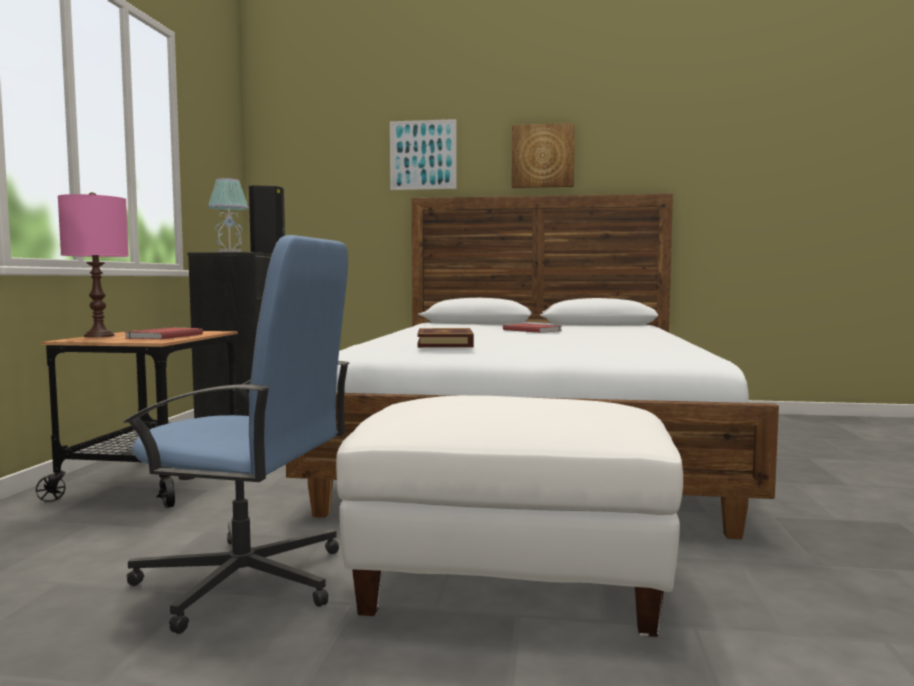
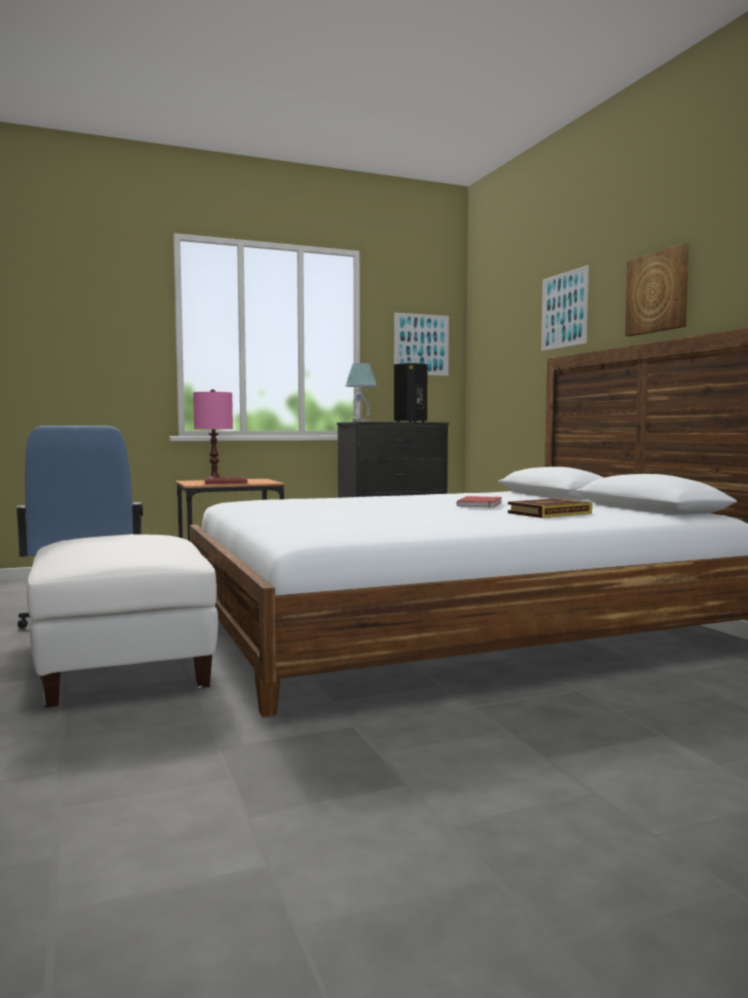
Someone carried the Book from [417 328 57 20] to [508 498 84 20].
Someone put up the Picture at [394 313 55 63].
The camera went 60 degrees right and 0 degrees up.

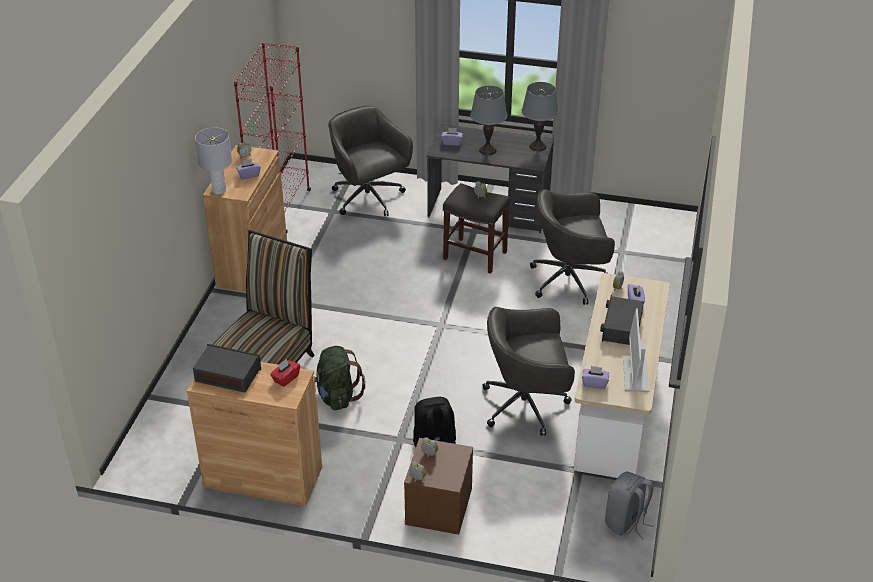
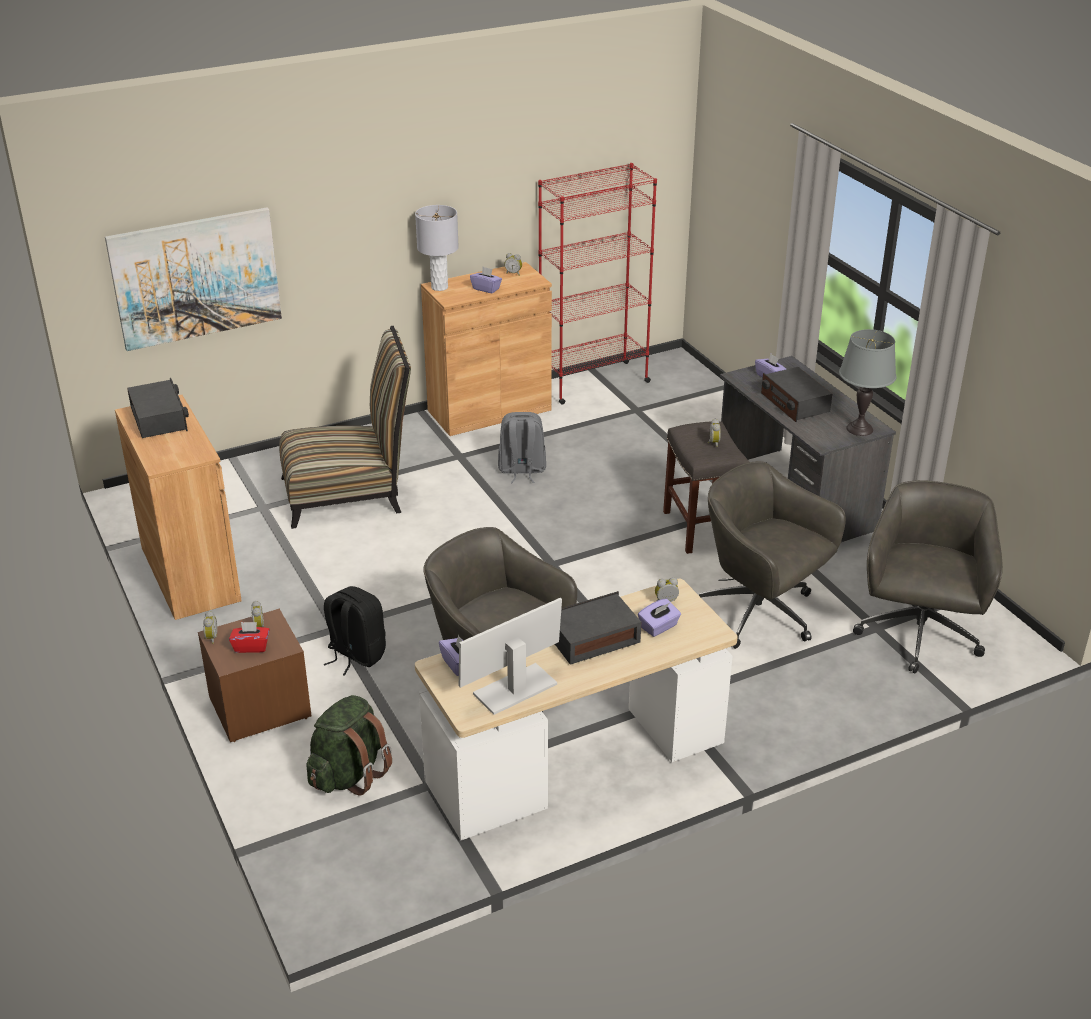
Someone swapped the GreyTableLamp at [470 86 37 69] for the Radio at [761 367 71 55].
Someone carried the GreyOfficeChair from [328 106 85 110] to [853 480 150 194].
Someone carried the GreenBackpack from [315 346 50 64] to [306 695 86 101].
Someone carried the RedTissueBox from [270 359 30 28] to [229 622 41 31].
Someone carried the GreyBackpack from [605 472 49 68] to [498 412 48 71].
Someone put up the Picture at [105 207 177 144].
The camera went 50 degrees right and 5 degrees down.

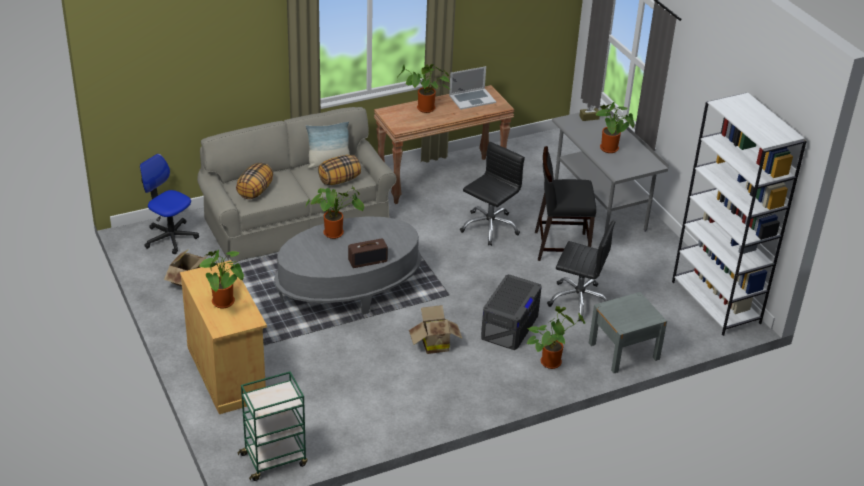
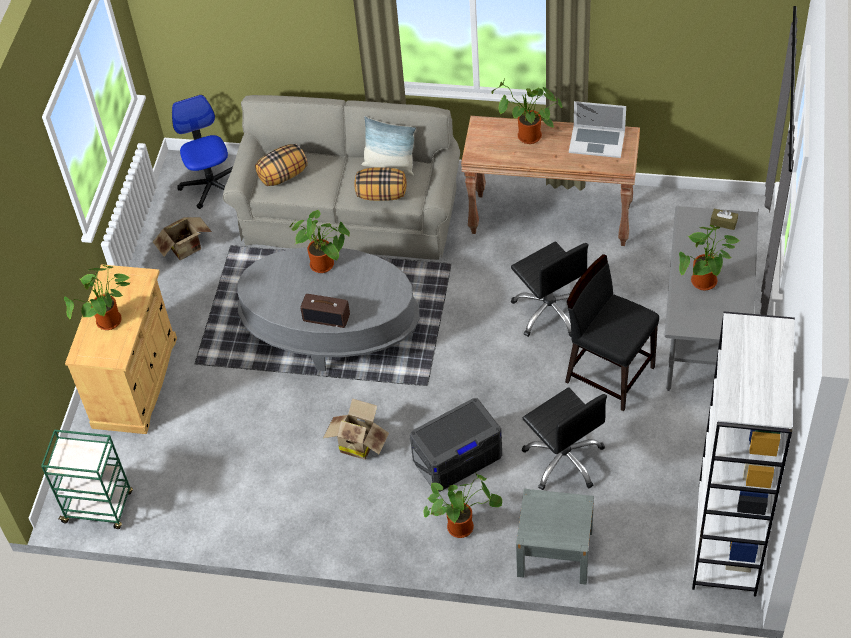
Someone rotated the BlackOfficeChair at [460 142 65 104] by 75 degrees clockwise.
The camera went 40 degrees right and 15 degrees up.

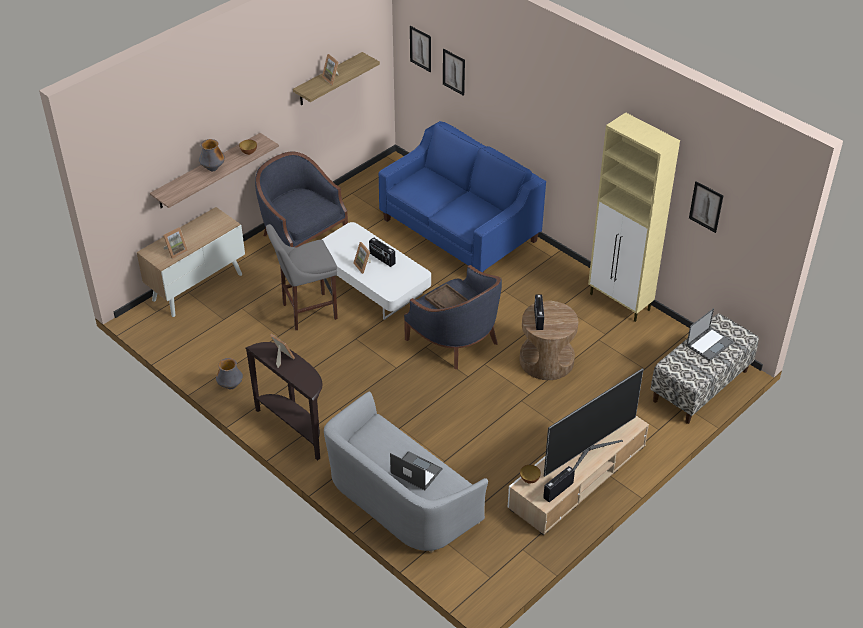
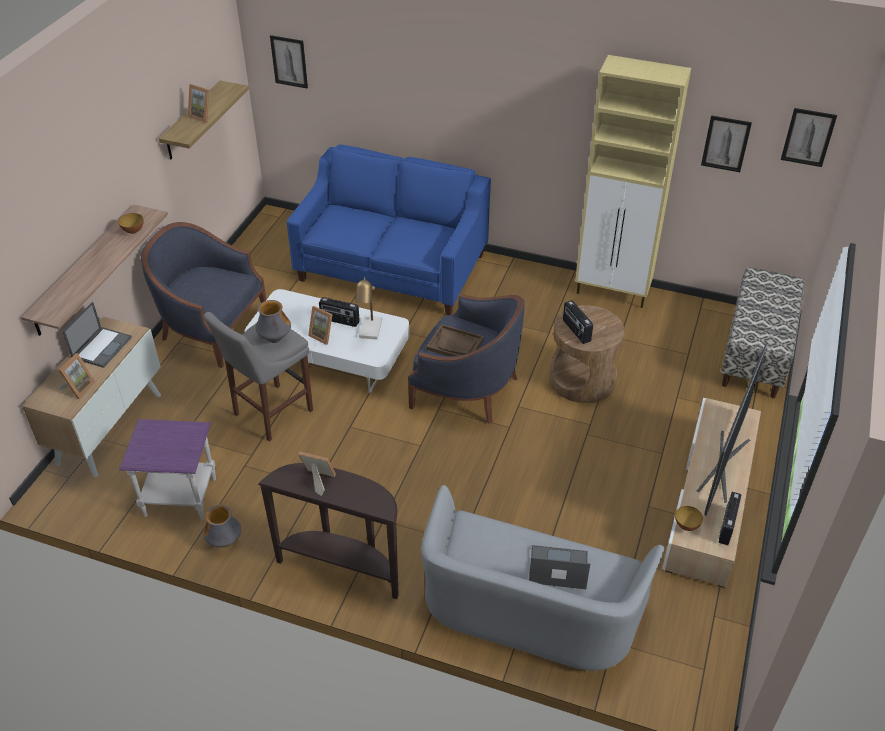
Someone carried the Picture from [443 49 22 47] to [781 108 56 59].
Someone carried the Vase from [199 139 26 32] to [255 300 36 43].
Someone carried the Laptop from [686 308 47 53] to [63 302 69 66].
Someone put down the TableLamp at [355 277 27 62].
Someone put down the PurpleSideTable at [119 419 97 101].
The camera went 25 degrees left and 0 degrees up.

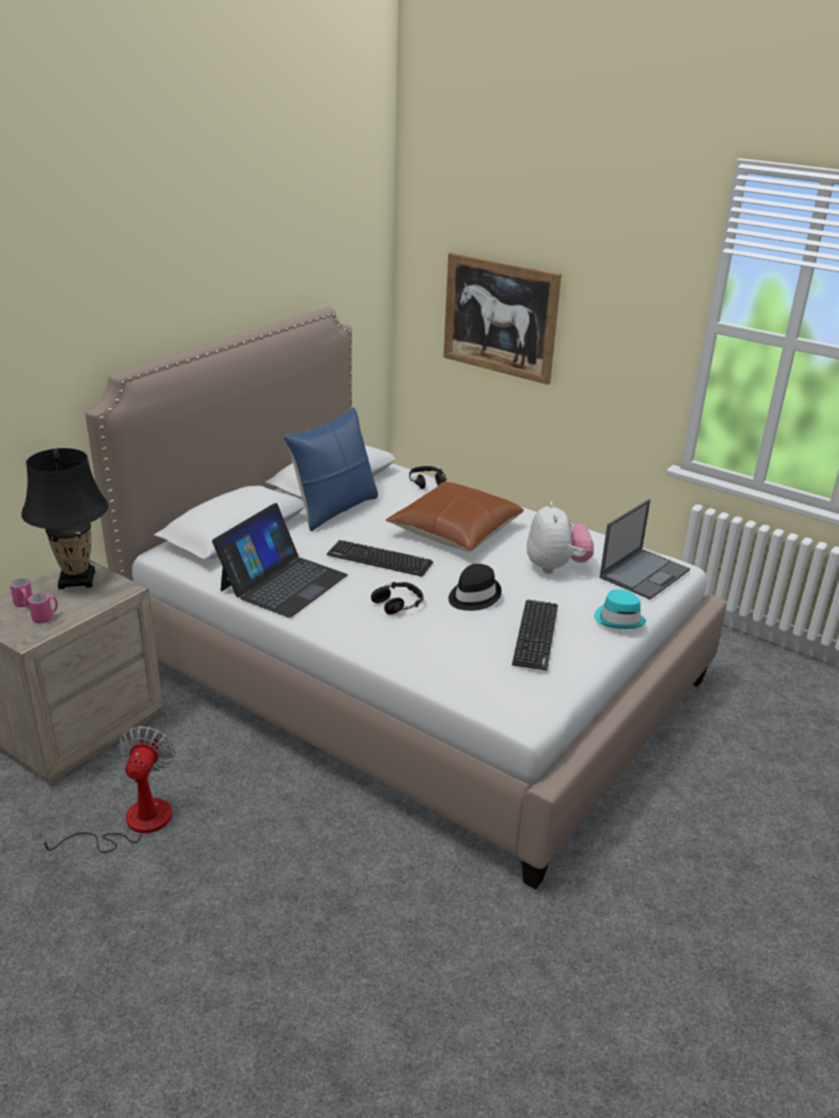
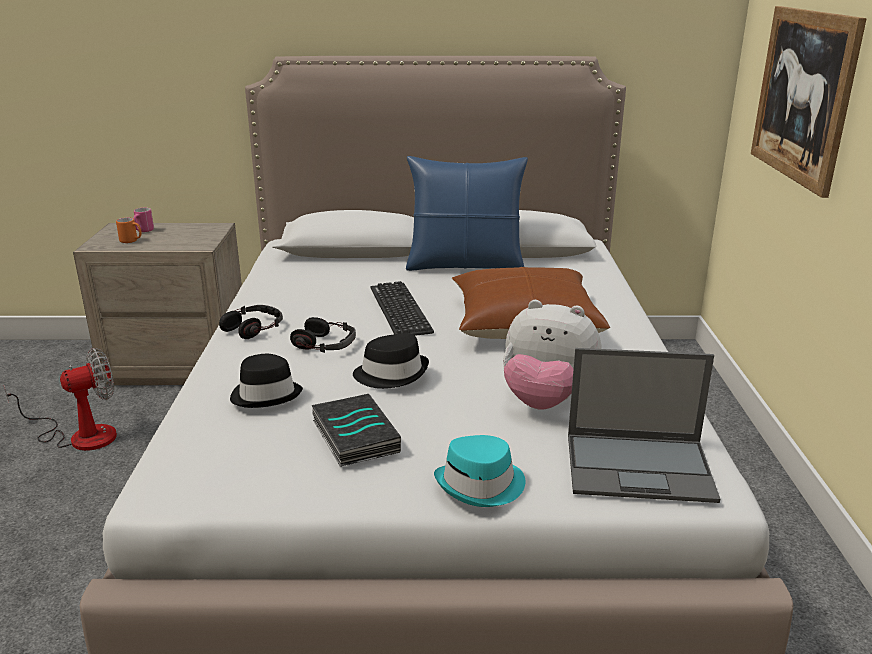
Someone took away the BlackTableLamp at [21 448 87 141].
Someone carried the Headphones from [409 466 38 23] to [219 305 64 34].
Someone rotated the PlushToy at [527 502 67 72] by 60 degrees clockwise.
Someone took away the Laptop at [212 503 136 115].
Someone repainted the PinkMug at [28 593 30 30], which became the OrangeMug at [116 218 26 25].
Someone swapped the Keyboard at [512 600 46 70] for the Book at [311 394 90 73].
Someone put down the BlackHat at [230 354 73 54].
The camera went 55 degrees right and 5 degrees down.

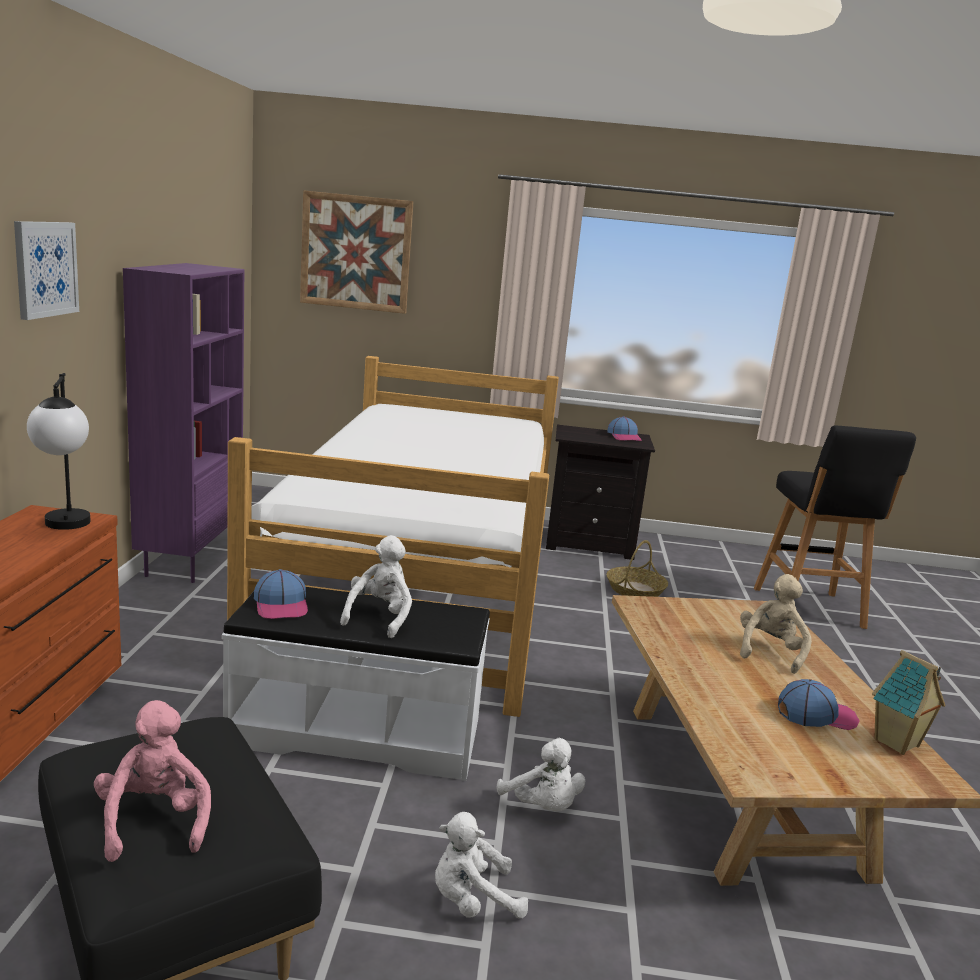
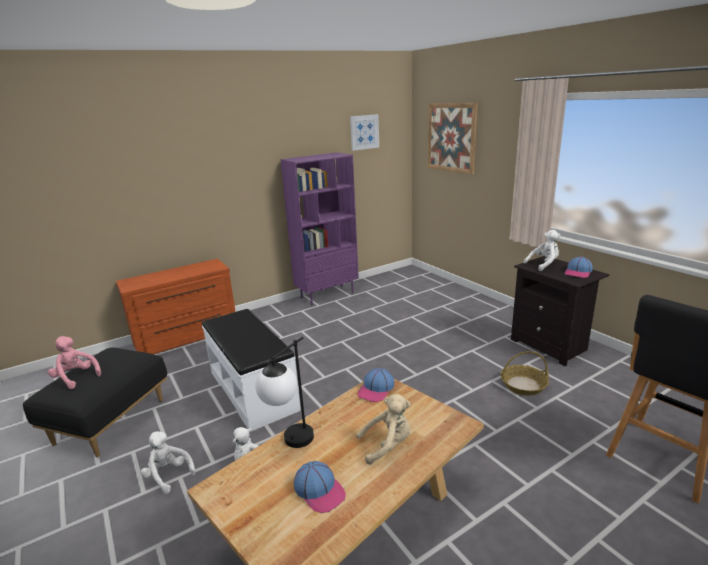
Someone carried the Picture from [14 221 65 99] to [350 114 29 37].
Someone took away the Bed at [227 356 332 361].
Someone carried the TableLamp from [27 373 64 157] to [255 337 59 111].
Someone carried the WhitePlushToy from [340 535 72 103] to [523 230 38 41].
Someone carried the Cap from [254 569 54 50] to [357 368 37 34].
Someone took away the ToyHouse at [872 650 73 105].
Someone rotated the PinkPlushToy at [94 700 117 162] by 90 degrees counterclockwise.
The camera went 55 degrees right and 5 degrees up.

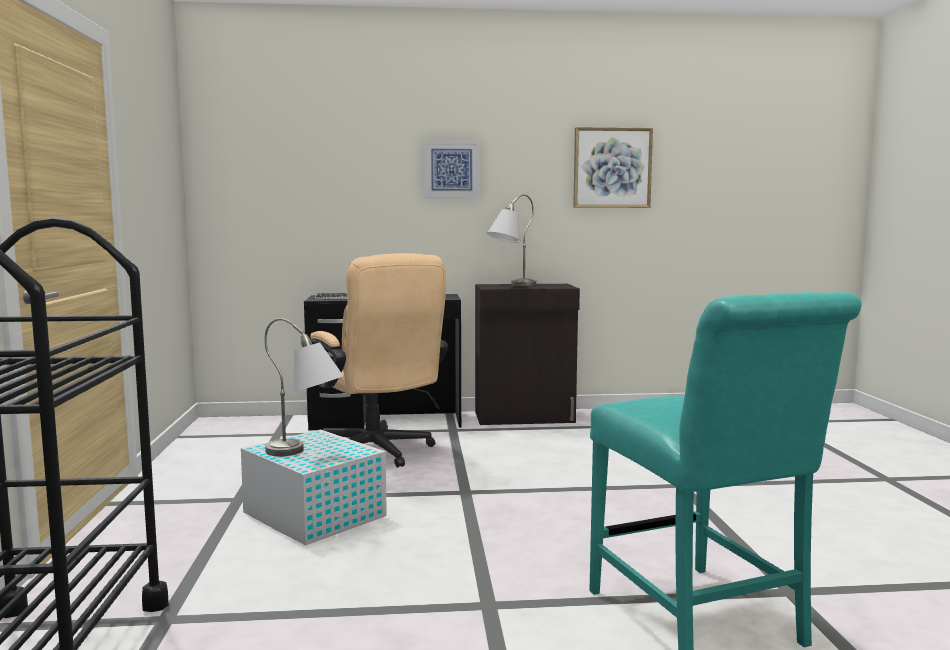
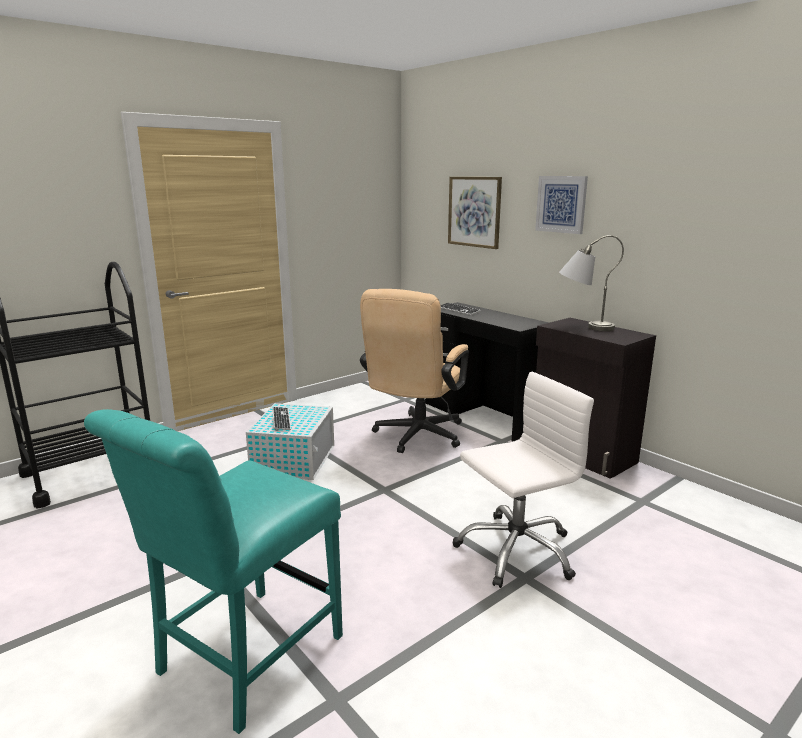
Someone carried the Picture from [573 127 80 81] to [448 177 54 72].
Someone swapped the GreyTableLamp at [265 318 78 138] for the Keyboard at [272 407 19 24].
Someone put down the WhiteOfficeChair at [453 372 141 216].
The camera went 55 degrees right and 10 degrees up.

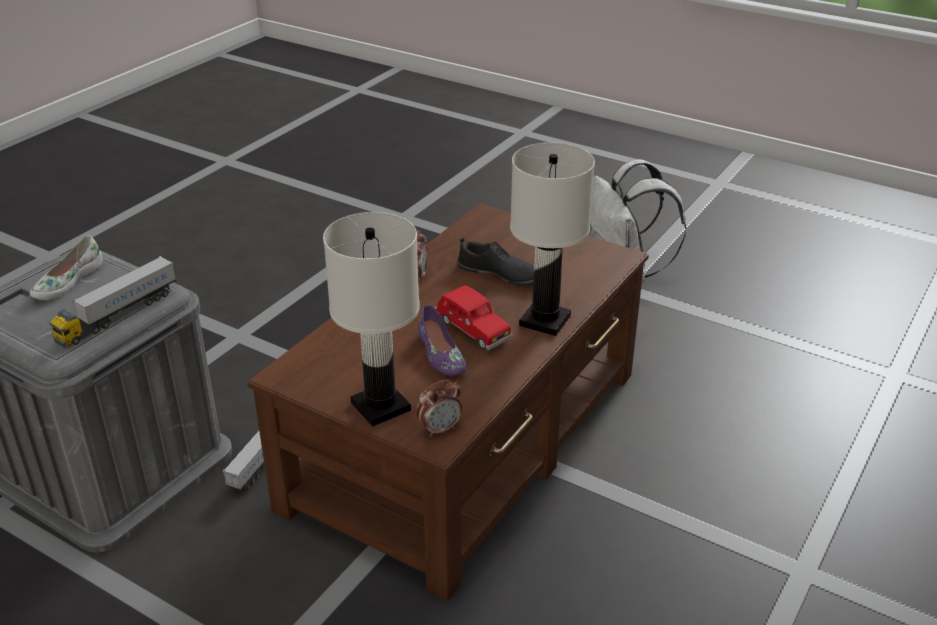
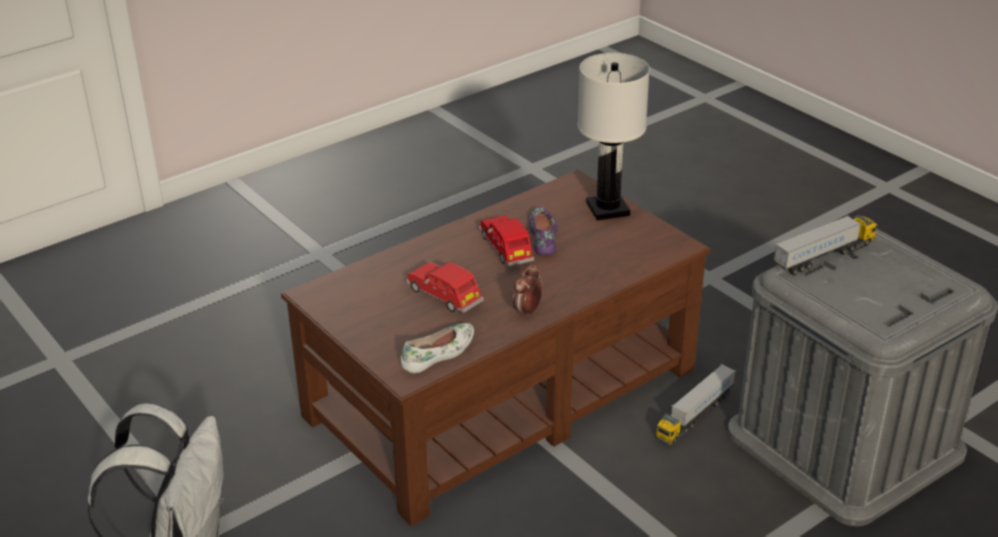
Someone took away the WhiteTableLamp at [510 142 85 194].
Someone carried the WhiteShoe from [30 235 73 65] to [401 323 73 51].
Someone swapped the BlackShoe at [457 236 77 50] for the RedToyCar at [406 262 78 51].
Someone took away the AlarmClock at [416 379 46 58].
The camera went 160 degrees left and 0 degrees up.

